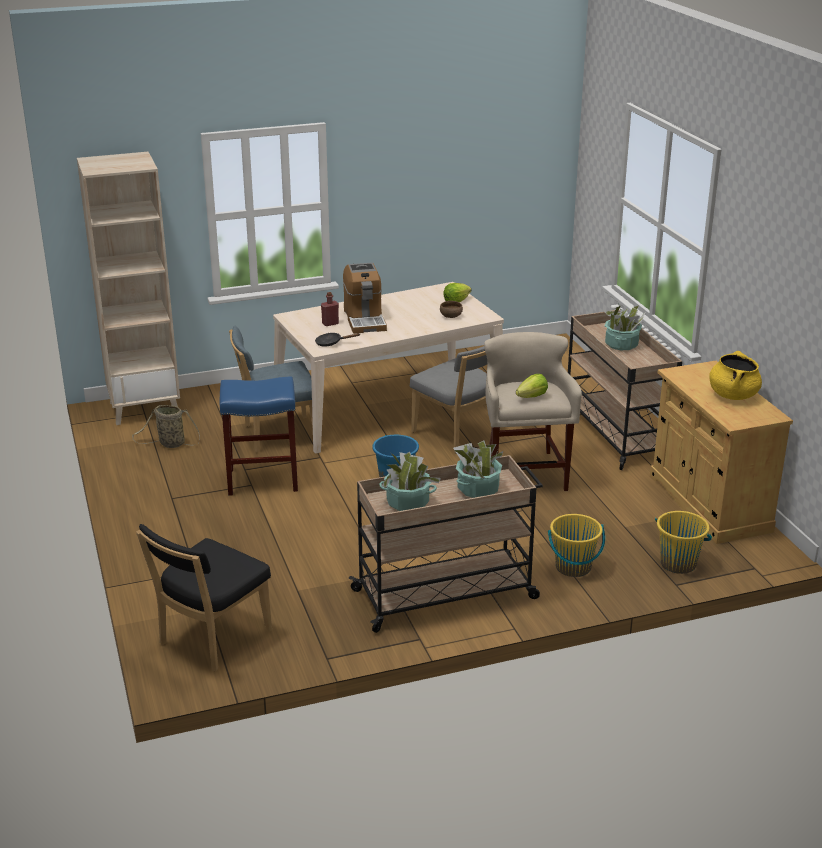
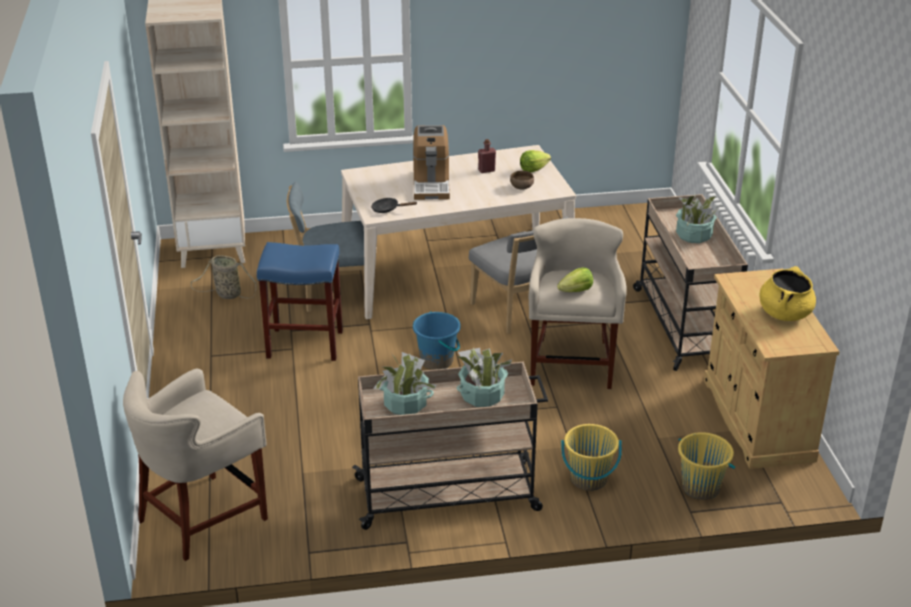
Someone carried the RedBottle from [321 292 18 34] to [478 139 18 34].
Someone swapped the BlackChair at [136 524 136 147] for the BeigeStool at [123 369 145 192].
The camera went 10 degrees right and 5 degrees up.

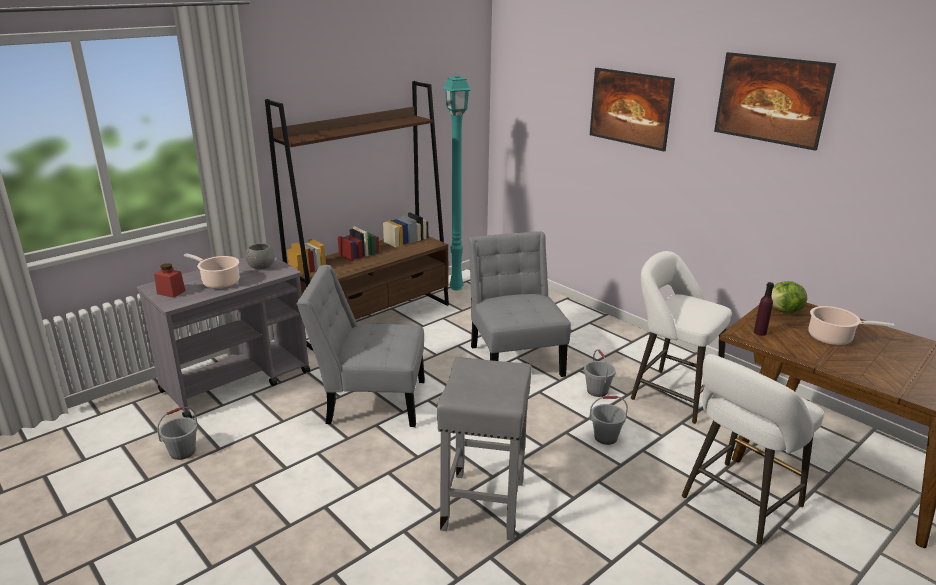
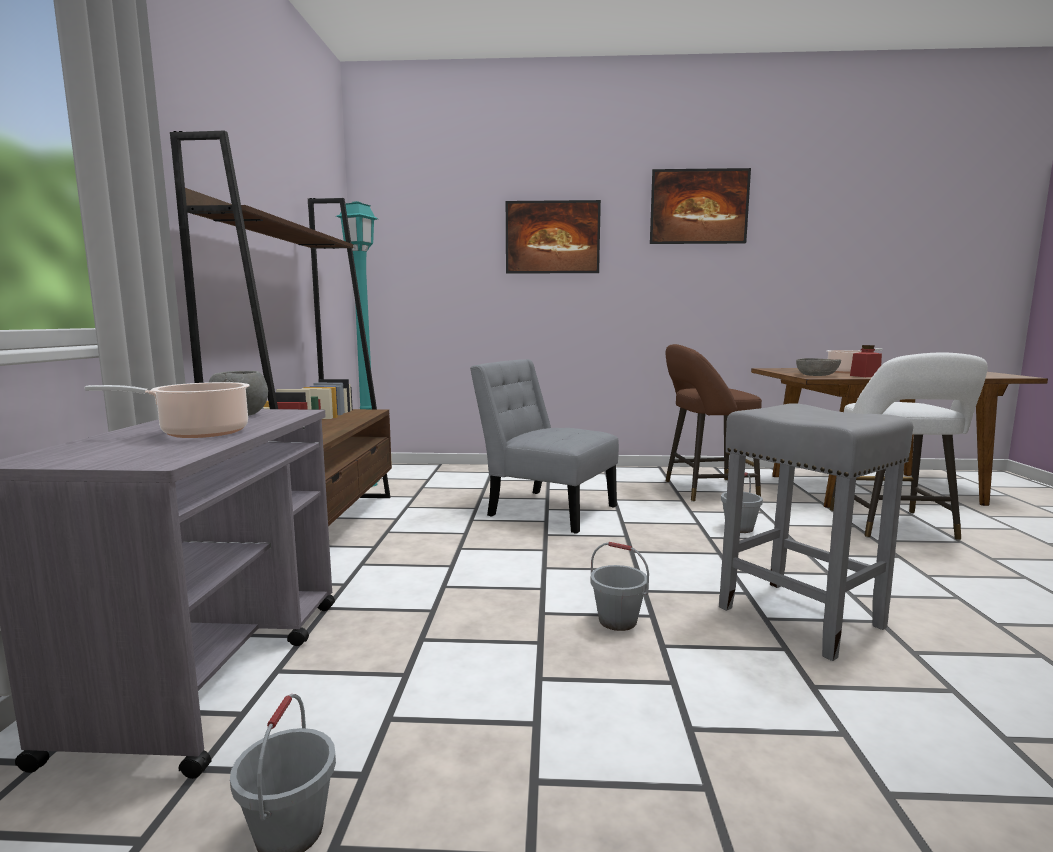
Someone repainted the WhiteStool at [631 251 100 173], which became the BrownStool at [666 344 96 158].
Someone carried the RedJar from [154 263 31 35] to [850 345 32 32].
Someone took away the GreyChair at [297 265 128 162].
Someone took away the Lettuce at [771 281 36 32].
Someone swapped the PurpleBottle at [754 282 20 54] for the GreyBowl at [796 358 45 18].
Someone carried the GreyBucket from [584 349 32 48] to [590 542 59 89].
The camera went 45 degrees left and 15 degrees down.

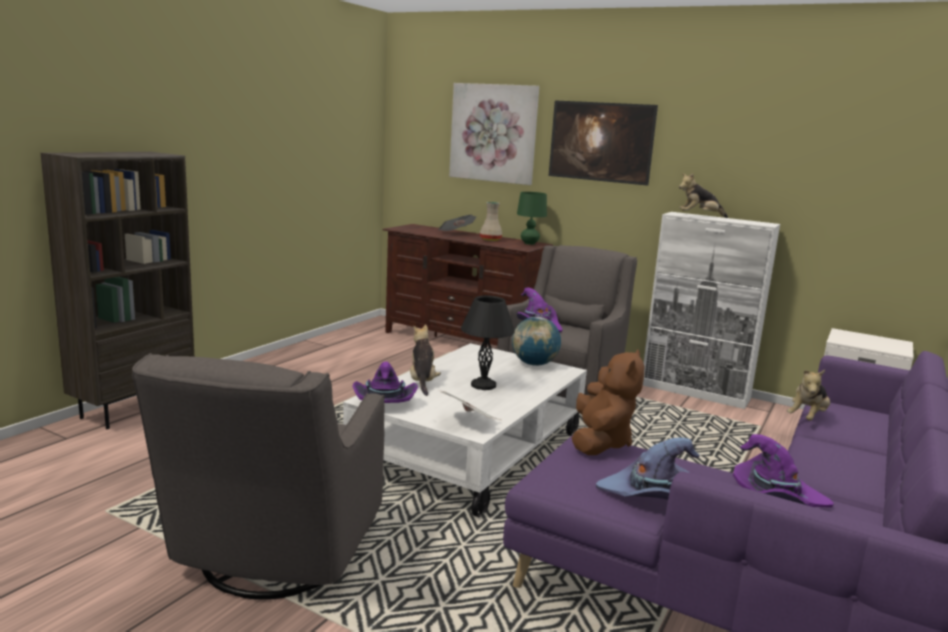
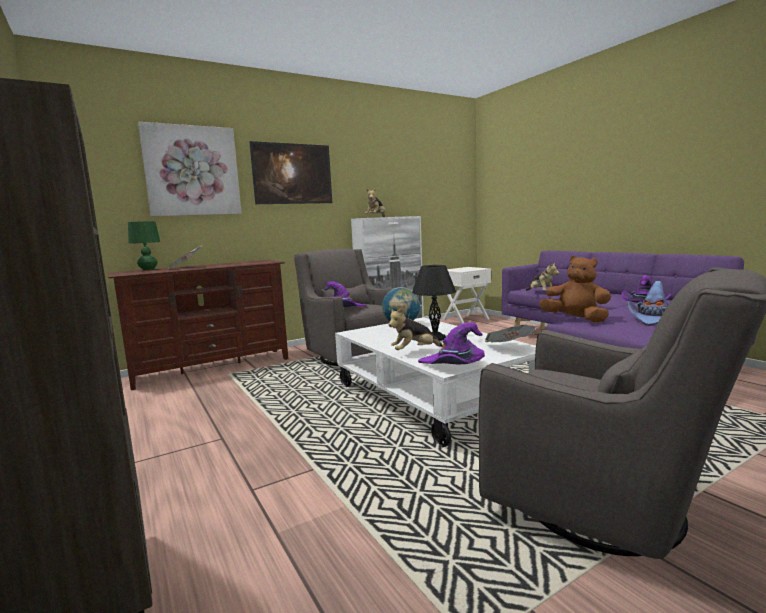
Someone carried the GreenTableLamp from [517 192 30 53] to [128 221 32 49].
Someone took away the BeigeVase at [480 202 23 39].
Someone rotated the PlushToy at [410 325 31 71] by 45 degrees counterclockwise.
The camera went 60 degrees left and 5 degrees down.

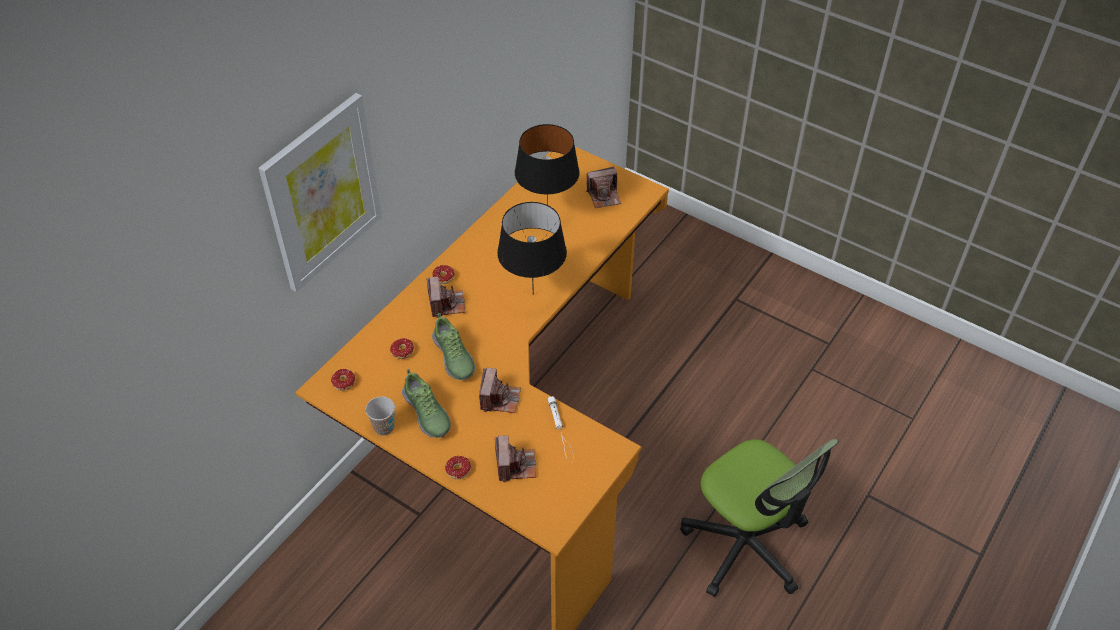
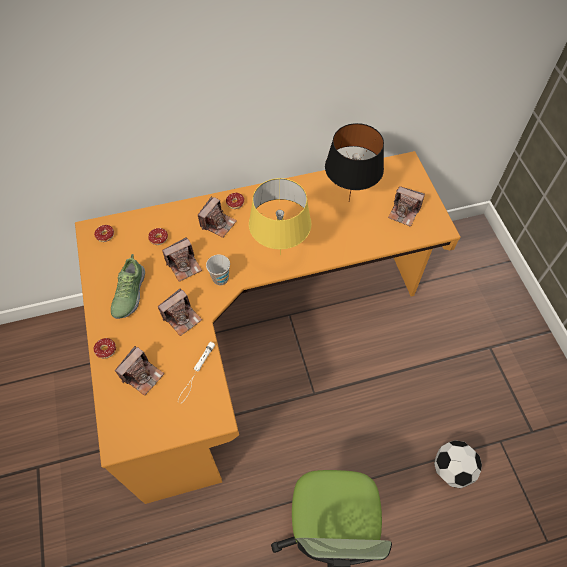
Someone took away the Picture at [258 93 124 199].
Someone repainted the BlackTableLamp at [497 202 70 93], which became the YellowTableLamp at [249 178 63 78].
Someone swapped the Shoe at [432 313 43 67] for the PhotoCamera at [162 237 40 45].
Someone carried the Cup from [365 396 30 40] to [206 255 24 30].
Someone put down the Football at [434 440 48 48].
The camera went 40 degrees right and 10 degrees up.

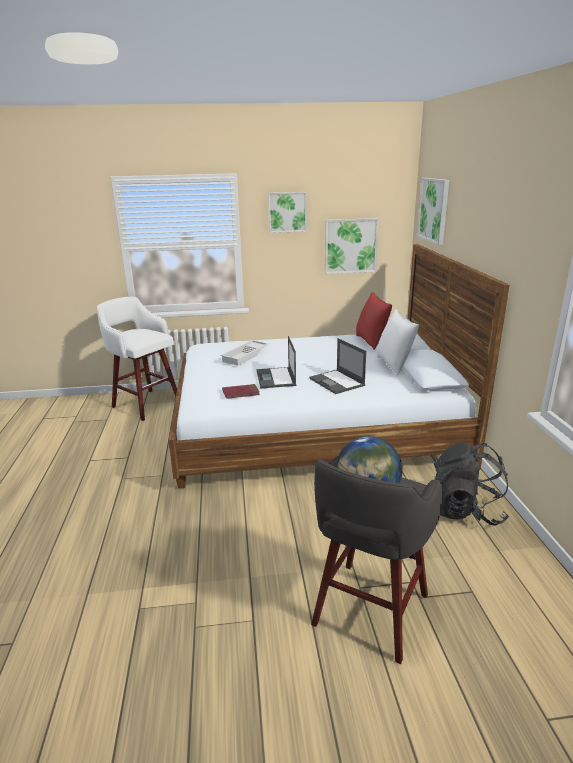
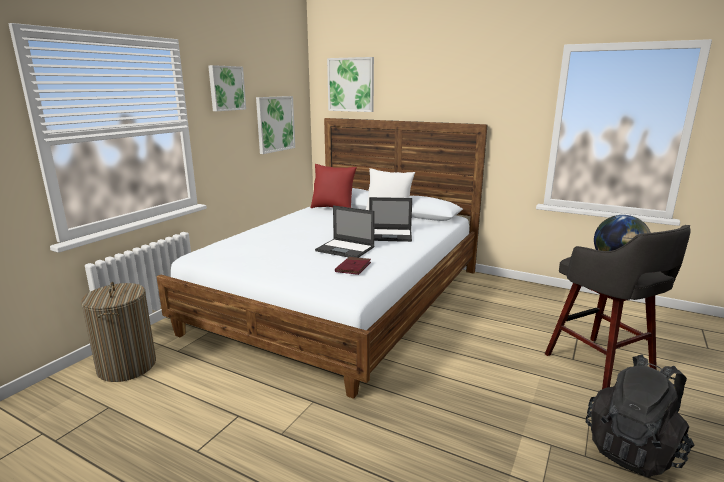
Someone swapped the WhiteStool at [97 297 80 124] for the LaundryBasket at [81 282 75 100].
Someone took away the WhiteTray at [220 340 49 26].
Someone carried the BlackBackpack from [434 442 75 84] to [586 354 109 123].
The camera went 55 degrees left and 5 degrees down.

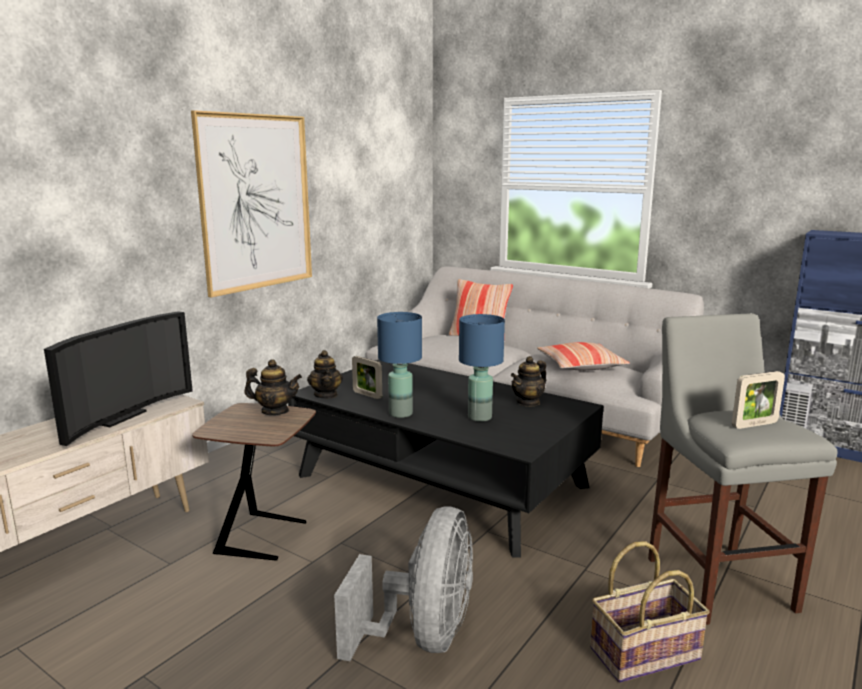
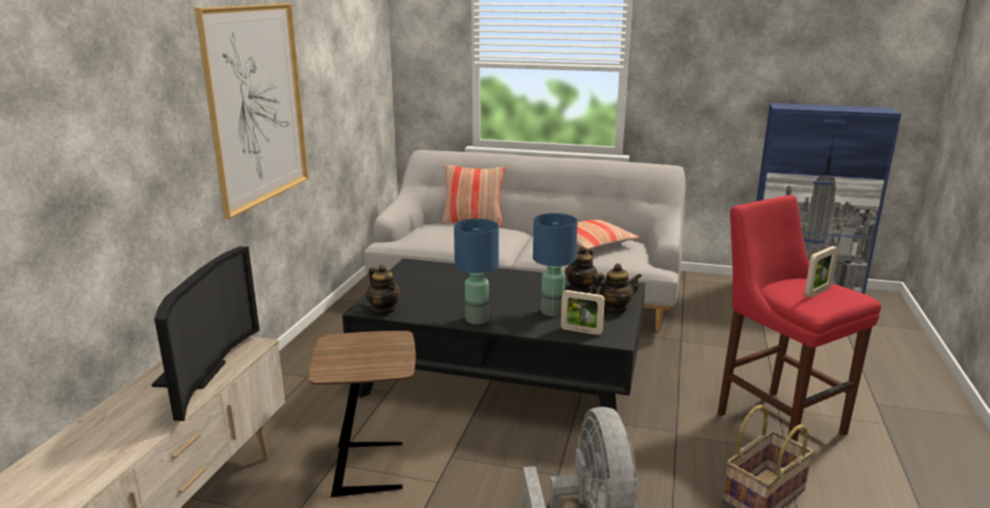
Someone repainted the GreyStool at [648 313 189 312], which became the RedStool at [717 195 164 247].
Someone carried the PictureFrame from [352 356 30 43] to [561 290 44 45].
Someone carried the Teapot from [244 359 58 56] to [591 263 51 50].
The camera went 20 degrees left and 5 degrees up.

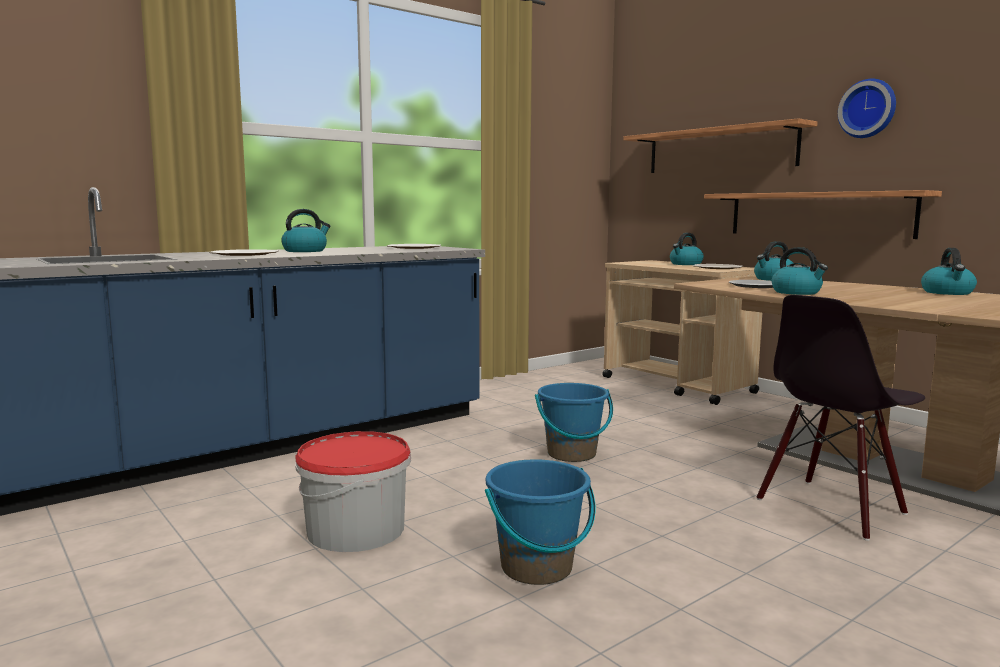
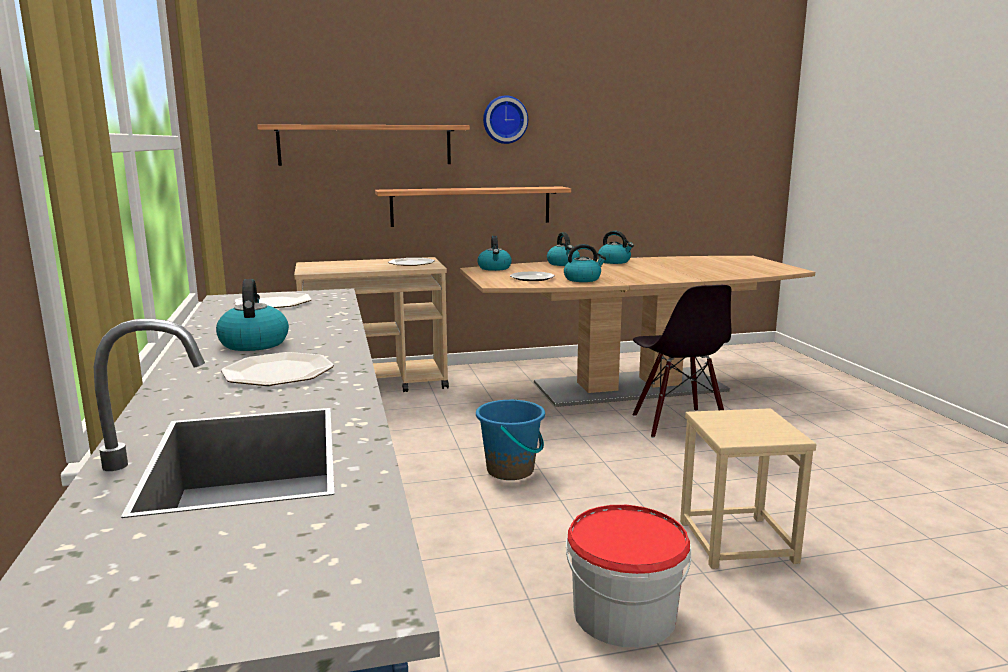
Someone carried the Kettle from [670 233 34 32] to [547 232 33 34].
Someone swapped the BlueBucket at [485 459 110 126] for the BeigeStool at [680 408 137 161].
The camera went 65 degrees left and 5 degrees up.

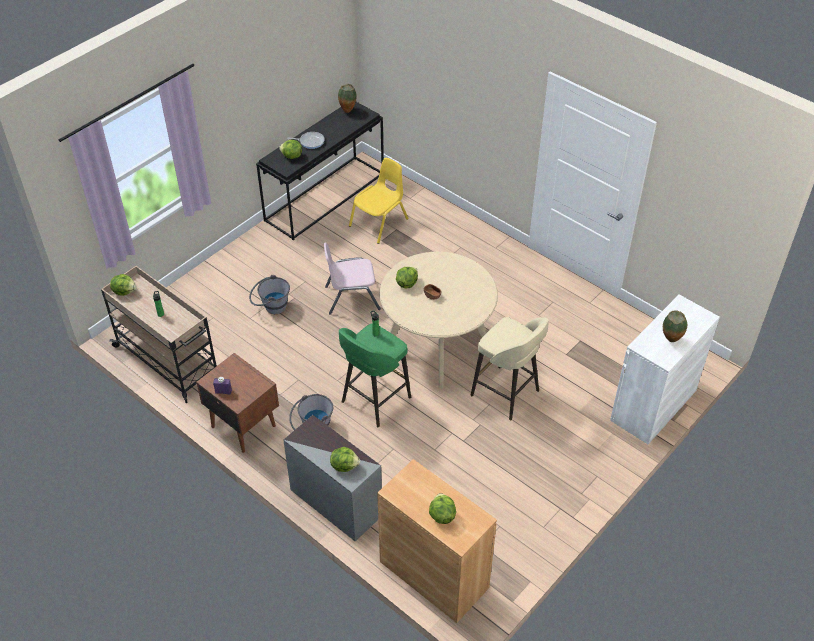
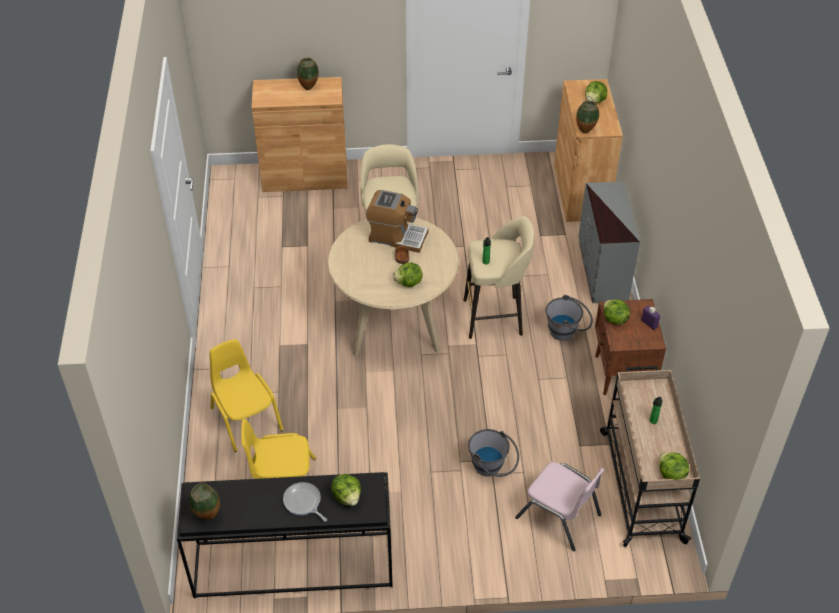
Someone carried the PinkChair from [324 242 57 73] to [515 462 89 89].
Someone repainted the WhiteCabinet at [610 294 110 150], which became the BrownCabinet at [252 77 95 115].
Someone repainted the GreenStool at [339 323 72 104], which became the BeigeStool at [463 216 71 123].
Someone carried the Lettuce from [330 447 30 25] to [604 300 26 25].
Someone put down the Vase at [576 101 23 32].
Someone put down the CoffeeMachine at [366 190 62 63].
Someone put down the YellowChair at [209 339 74 113].
The camera went 135 degrees left and 0 degrees up.

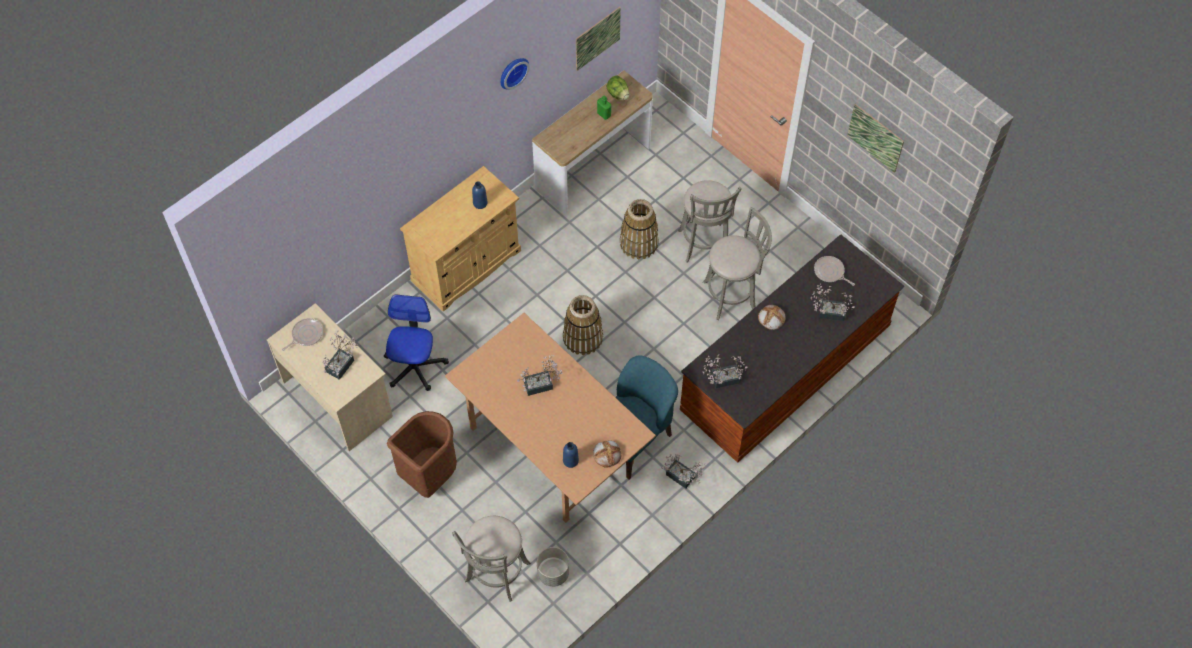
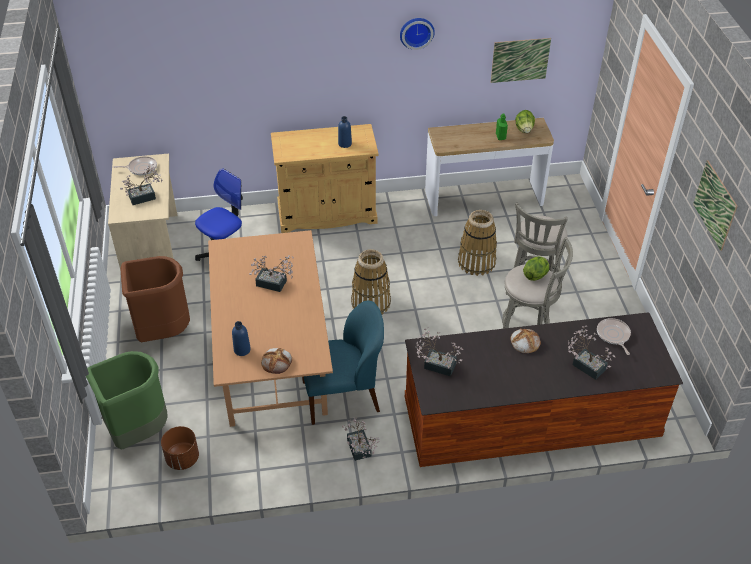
Someone swapped the GreyStool at [452 516 79 86] for the GreenTrashCan at [86 351 81 99].
Someone repainted the GreyPlanter at [537 547 32 40], which became the BrownPlanter at [161 426 38 44].
Someone put down the Lettuce at [523 256 26 25].
The camera went 35 degrees right and 15 degrees down.

